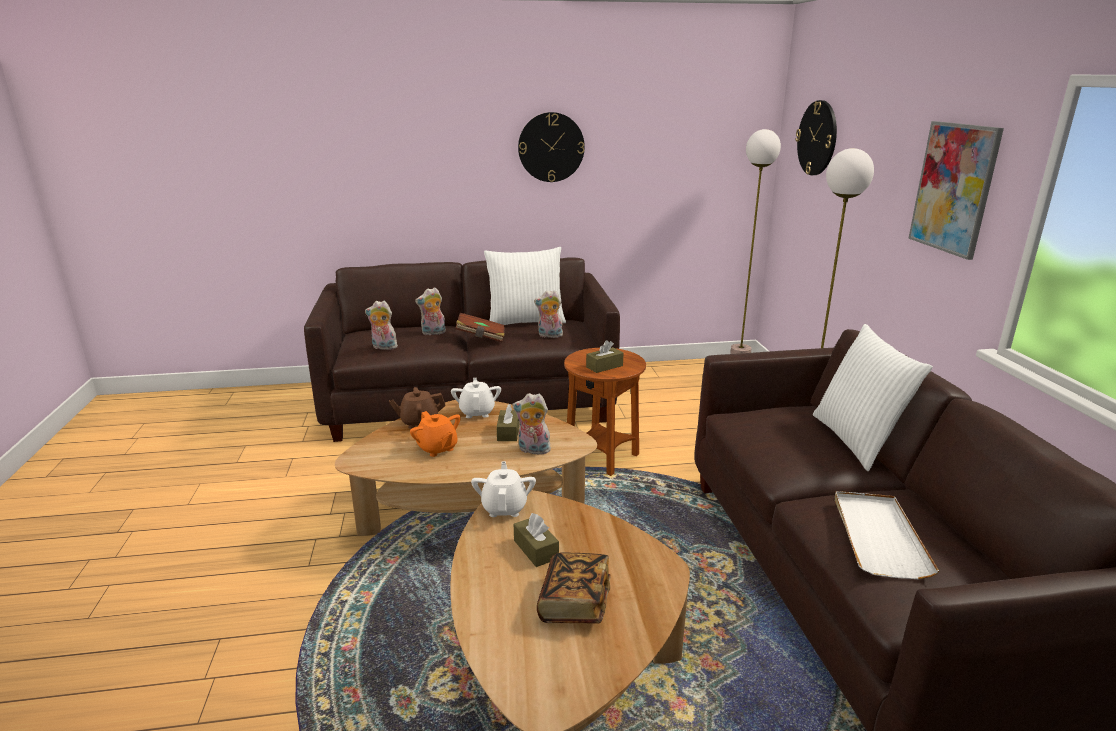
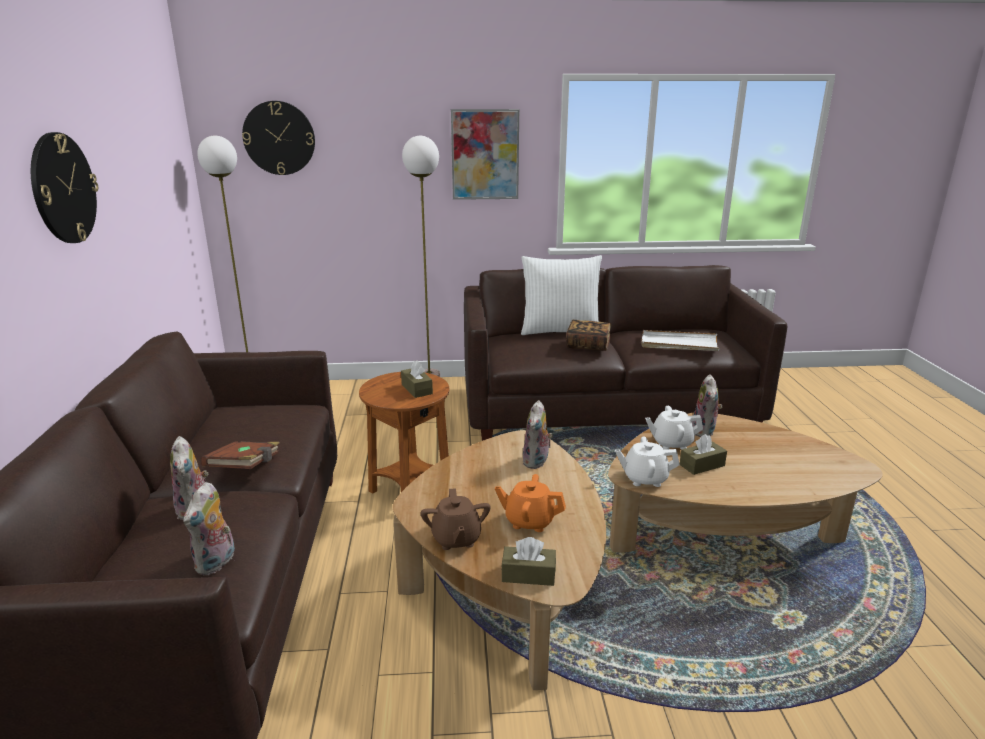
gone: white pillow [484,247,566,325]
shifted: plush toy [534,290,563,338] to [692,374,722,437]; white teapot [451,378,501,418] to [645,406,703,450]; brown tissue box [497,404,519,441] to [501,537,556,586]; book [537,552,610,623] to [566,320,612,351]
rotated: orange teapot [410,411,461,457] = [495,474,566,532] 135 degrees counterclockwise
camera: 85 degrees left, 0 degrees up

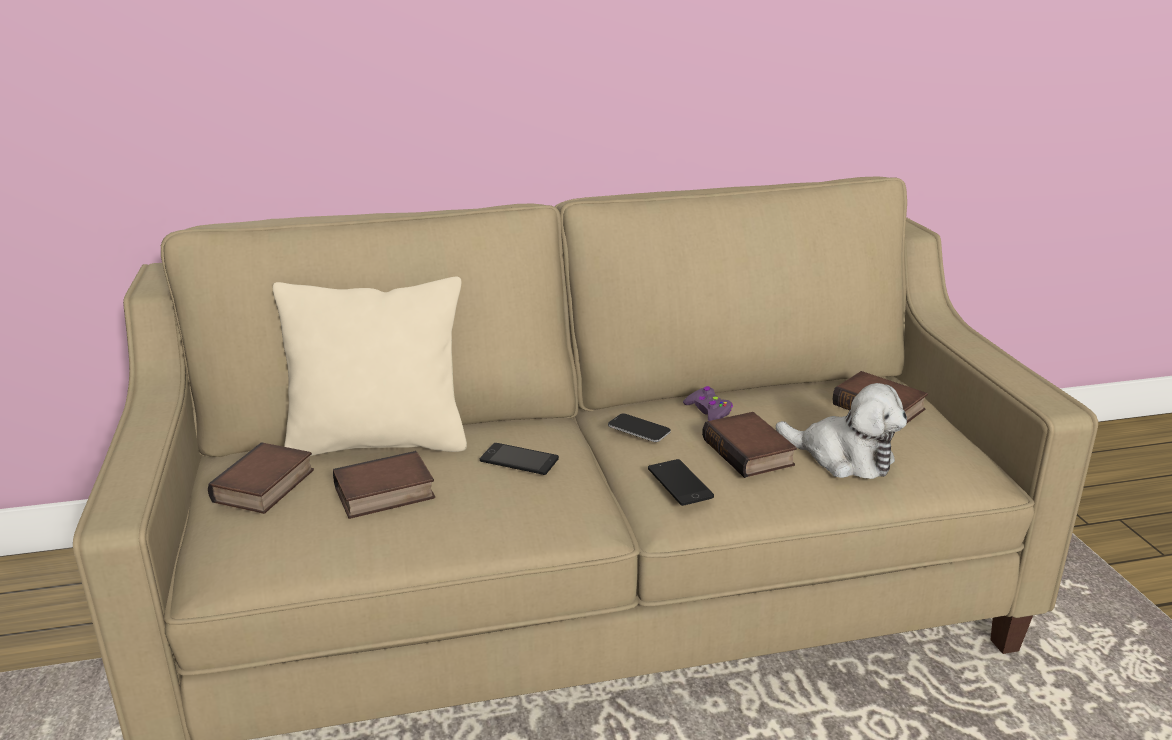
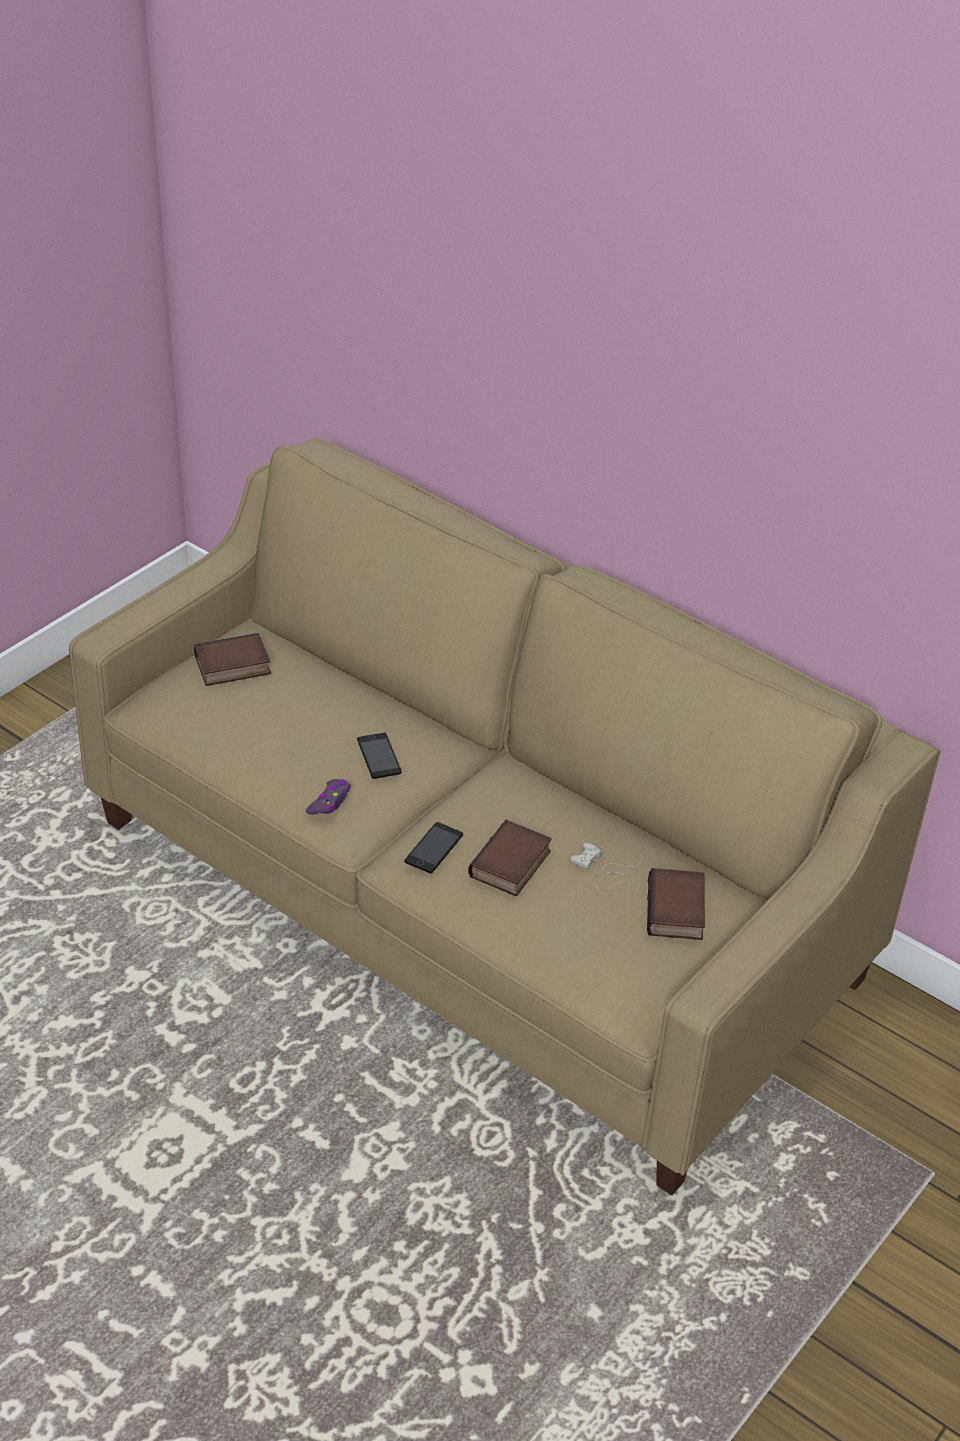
gone: beige pillow [273,277,467,456]; plush toy [776,383,907,479]; phone [608,414,671,442]; book [333,451,435,519]
new: white game controller [570,843,642,896]
shifted: purple game controller [683,386,733,421] to [306,779,351,815]
camera: 50 degrees right, 15 degrees up

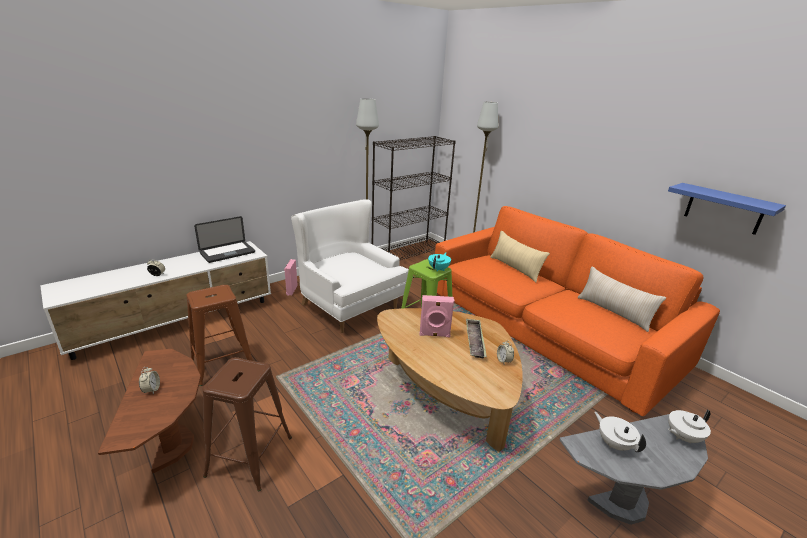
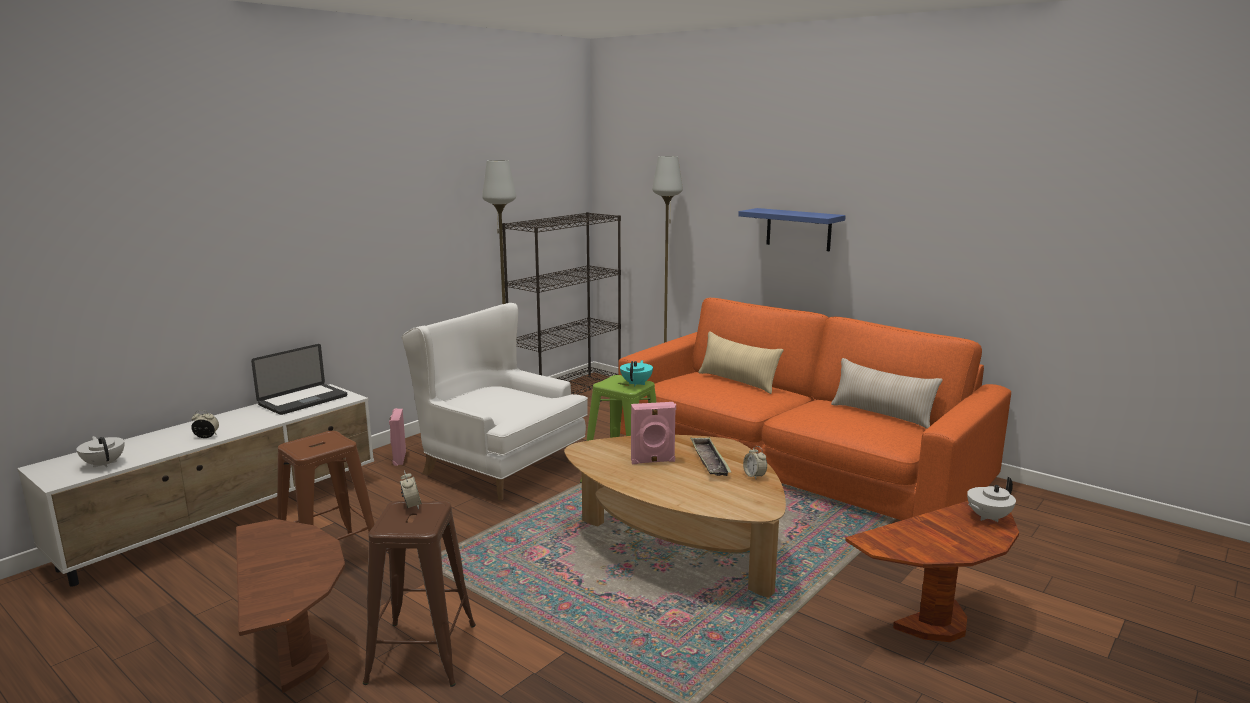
shifted: blue shelf [668,183,786,235] to [738,208,846,251]; alarm clock [139,367,160,395] to [400,470,422,510]; white teapot [595,412,646,452] to [76,436,124,468]
repainted: grey side table [559,414,708,525] to brown side table [845,501,1019,642]
camera: 10 degrees left, 10 degrees down

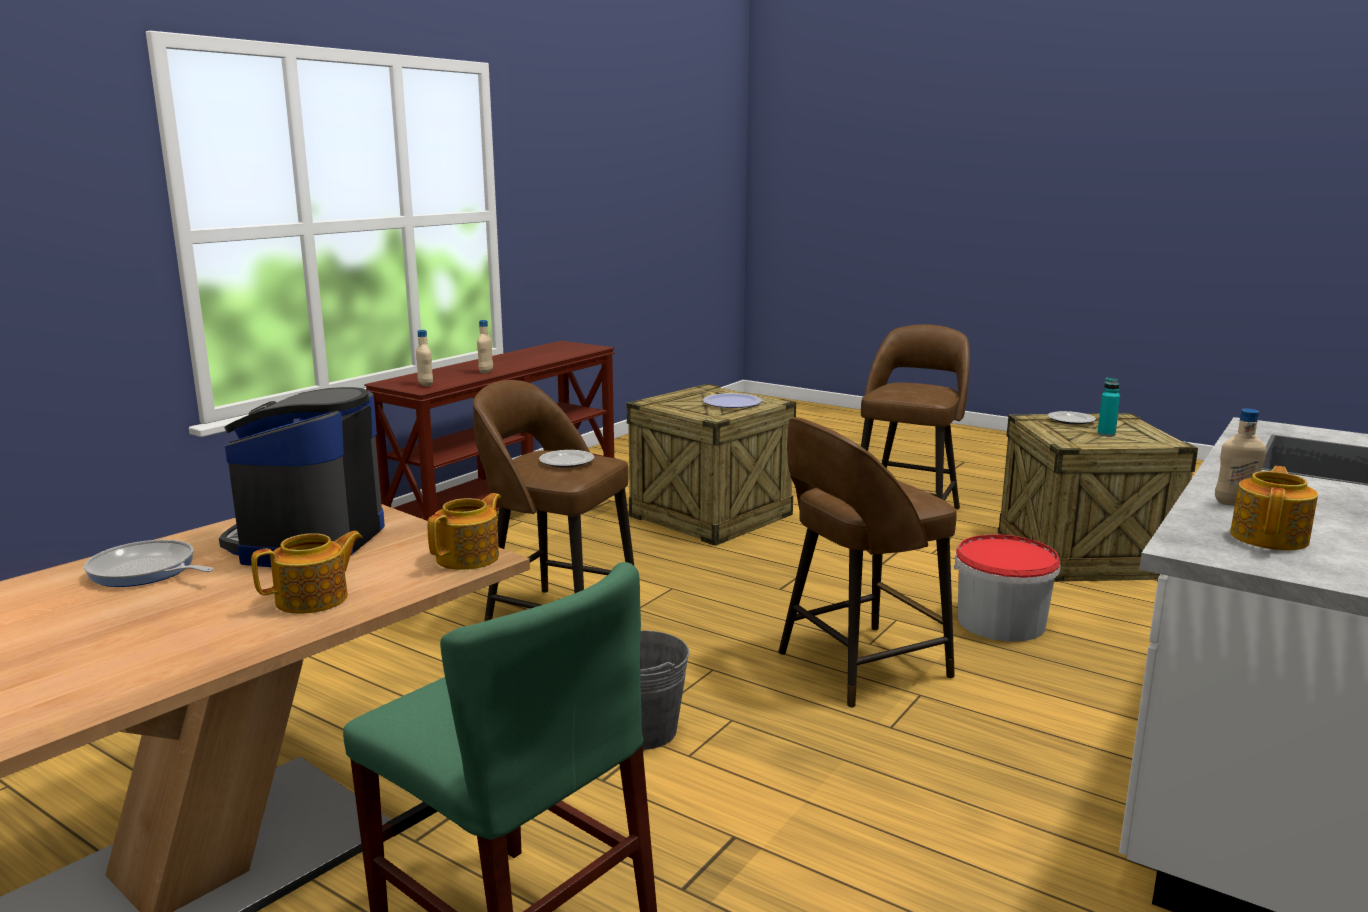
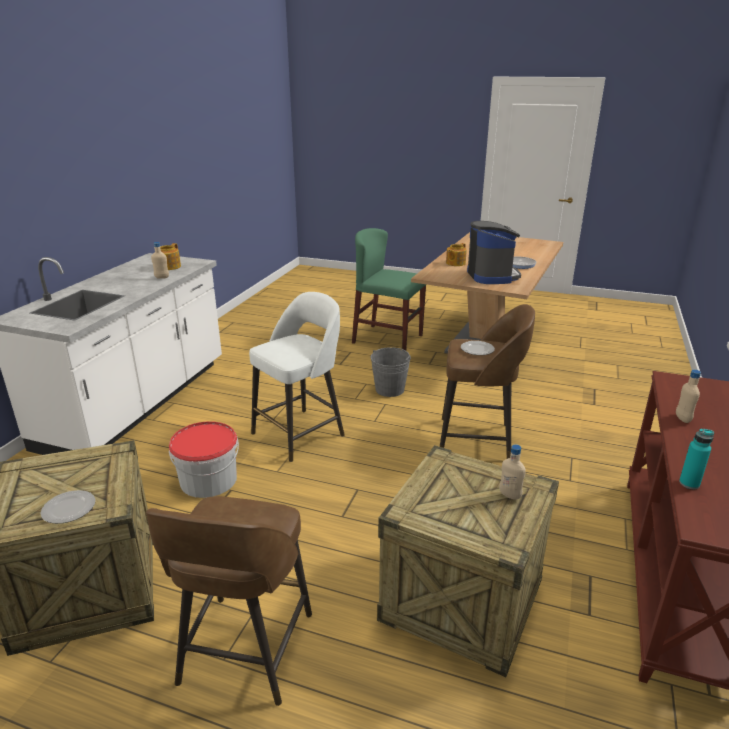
gone: plate [703,393,762,408]; teapot [427,493,501,570]
shifted: beige bottle [416,330,433,386] to [499,444,526,500]; turquoise bottle [1097,378,1120,436] to [679,429,714,489]
repainted: brown stool [778,417,957,708] to white stool [249,292,345,462]
camera: 165 degrees right, 10 degrees up

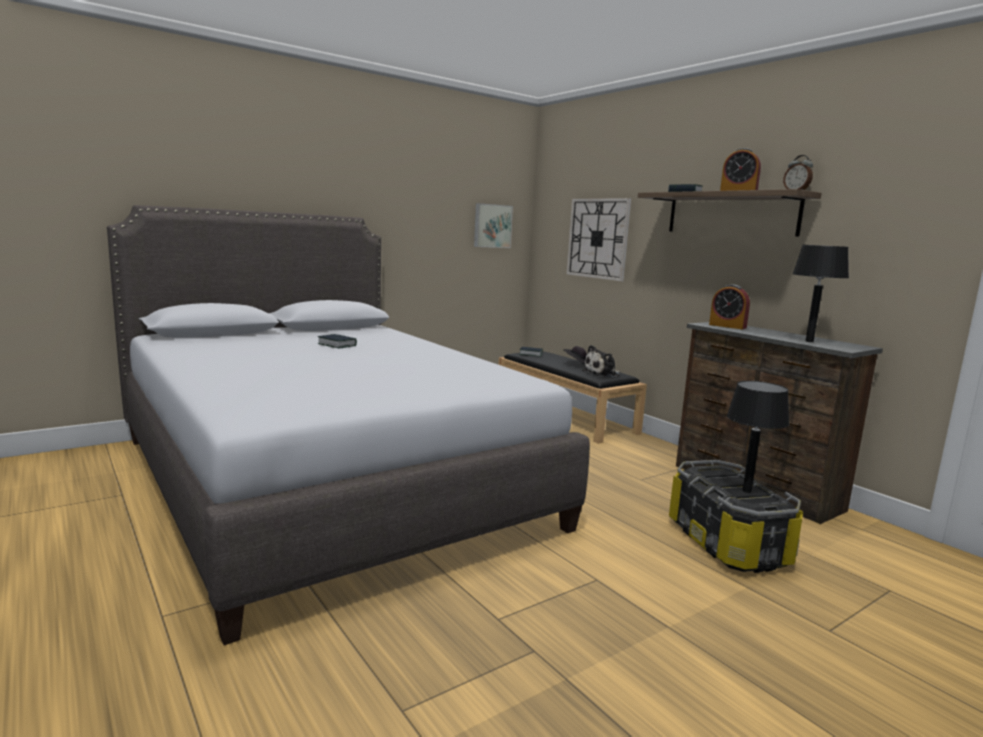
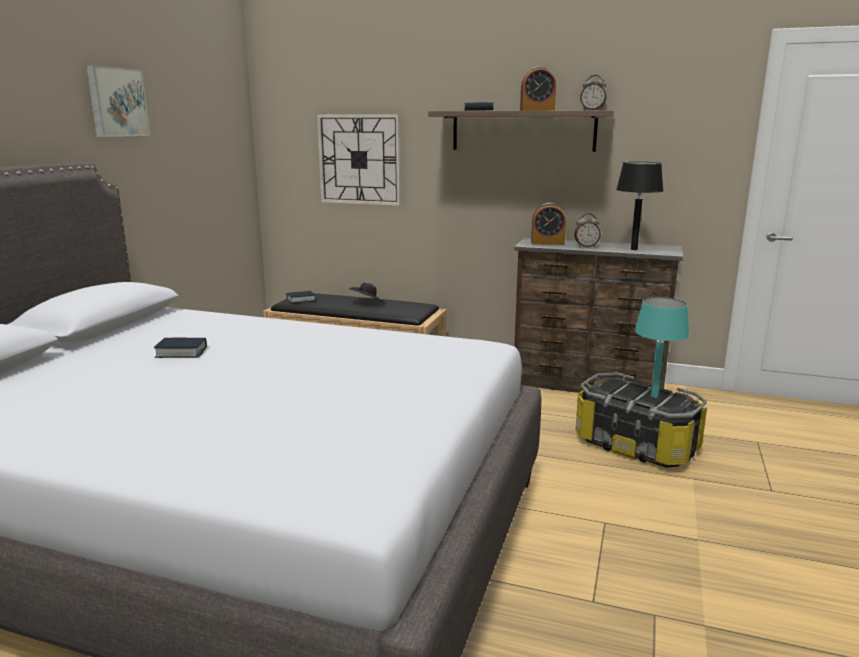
gone: plush toy [582,345,620,377]
new: alarm clock [574,213,601,247]
shifted: picture [474,203,513,248] to [86,65,150,137]
repainted: black table lamp [727,381,790,493] to turquoise table lamp [634,297,689,398]
camera: 35 degrees left, 5 degrees up

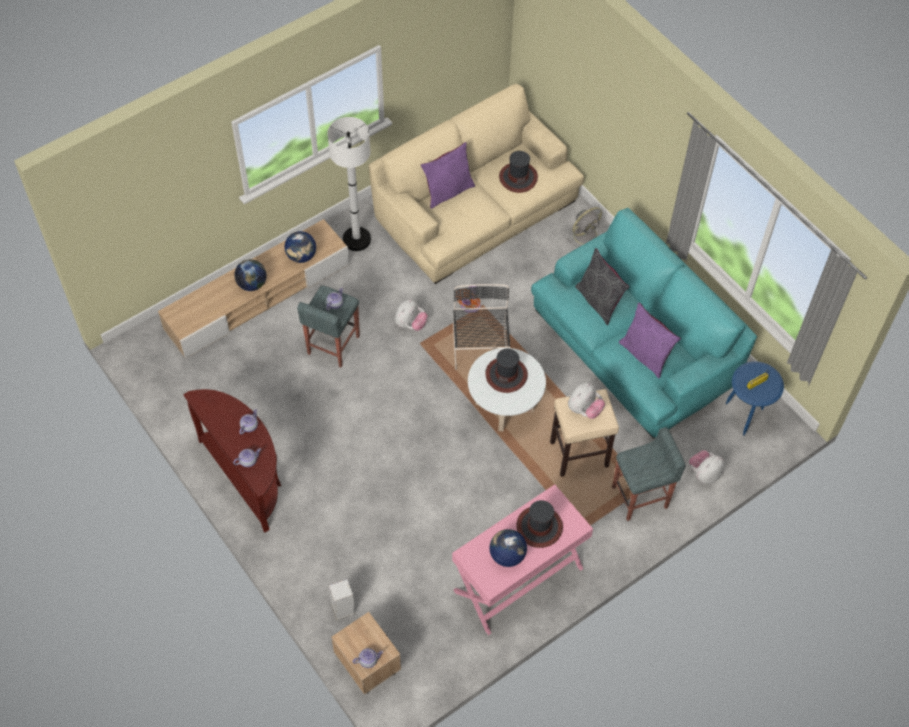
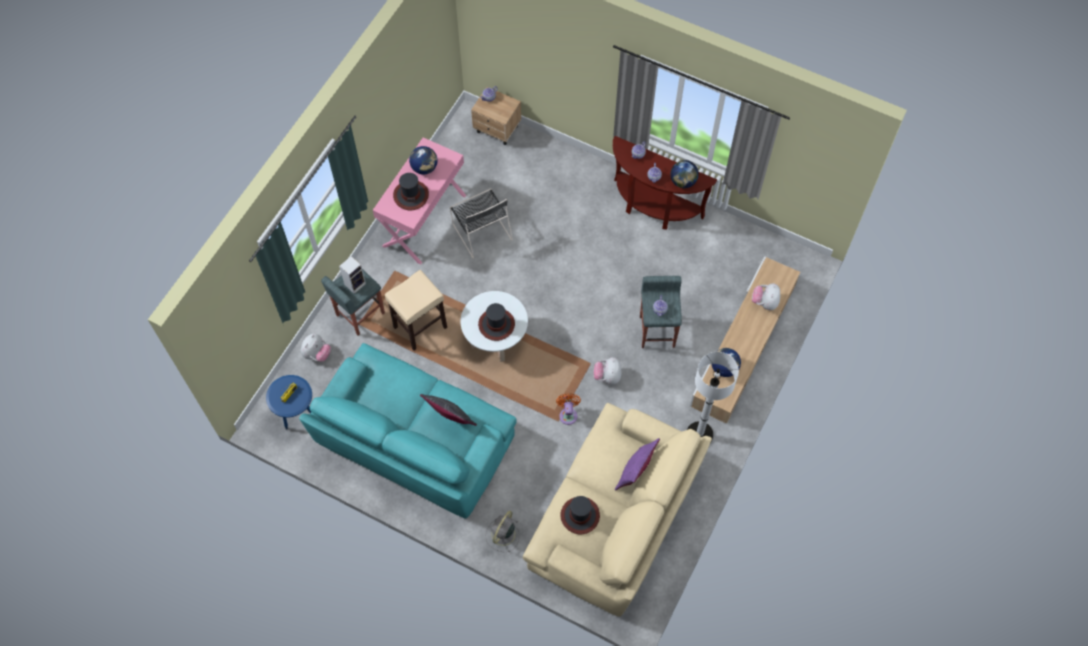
gone: purple pillow [619,302,681,379]
shifted: globe [234,259,267,291] to [670,160,699,188]; black chair [453,284,511,370] to [450,189,513,259]; plush toy [568,383,605,419] to [752,283,780,310]; speaker [329,579,355,620] to [339,256,366,294]
camera: 155 degrees right, 5 degrees up

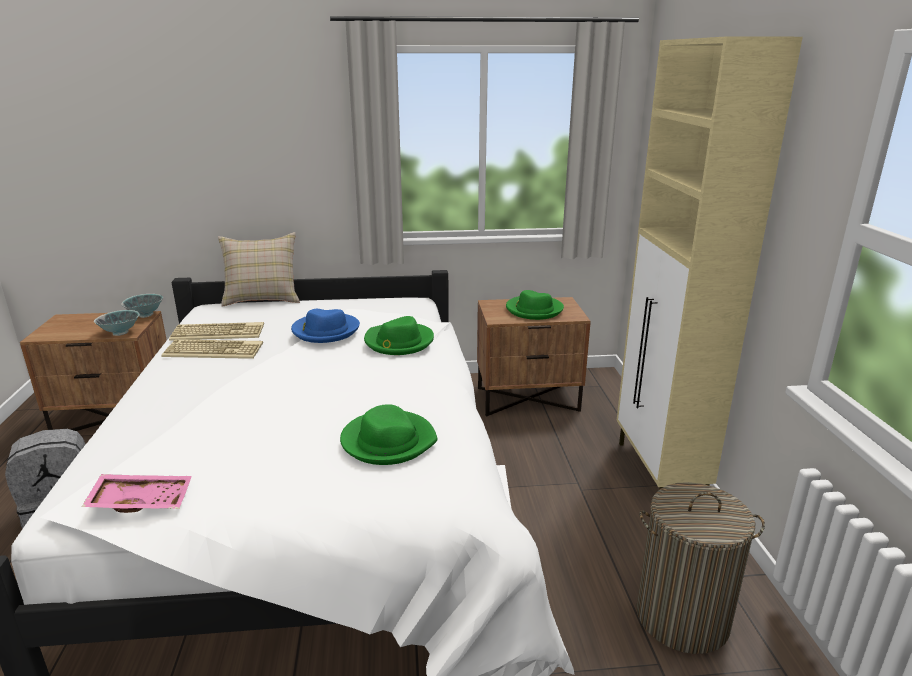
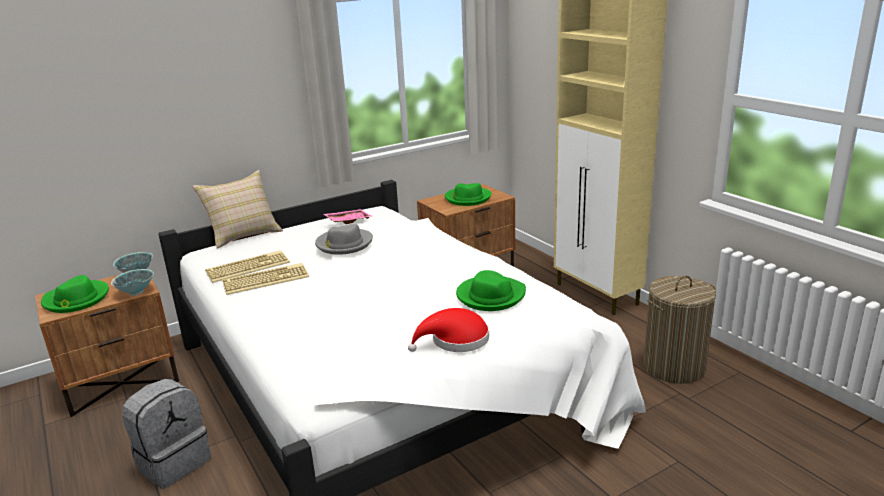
new: red hat [408,308,489,352]
shifted: green hat [364,316,434,355] to [41,275,109,313]; pink tray [82,474,192,513] to [324,209,373,224]
repainted: blue hat [291,309,360,343] to grey hat [315,224,373,255]
camera: 25 degrees left, 0 degrees up

